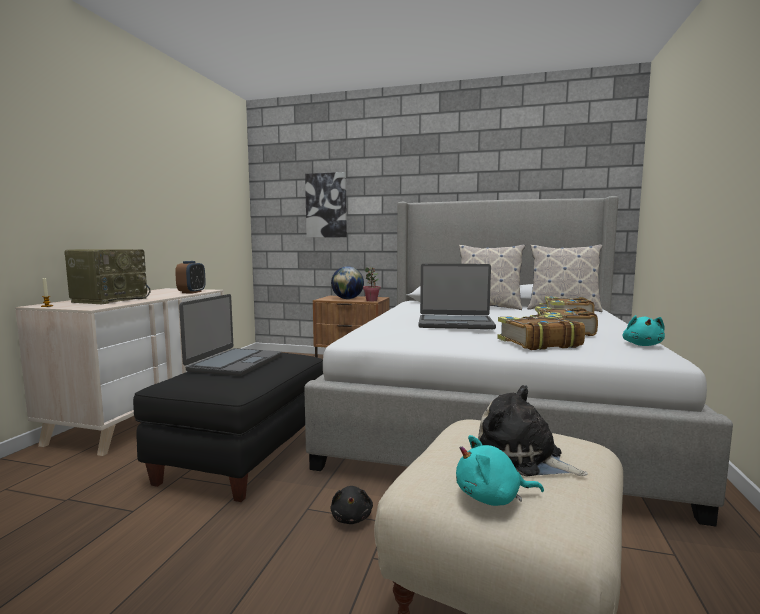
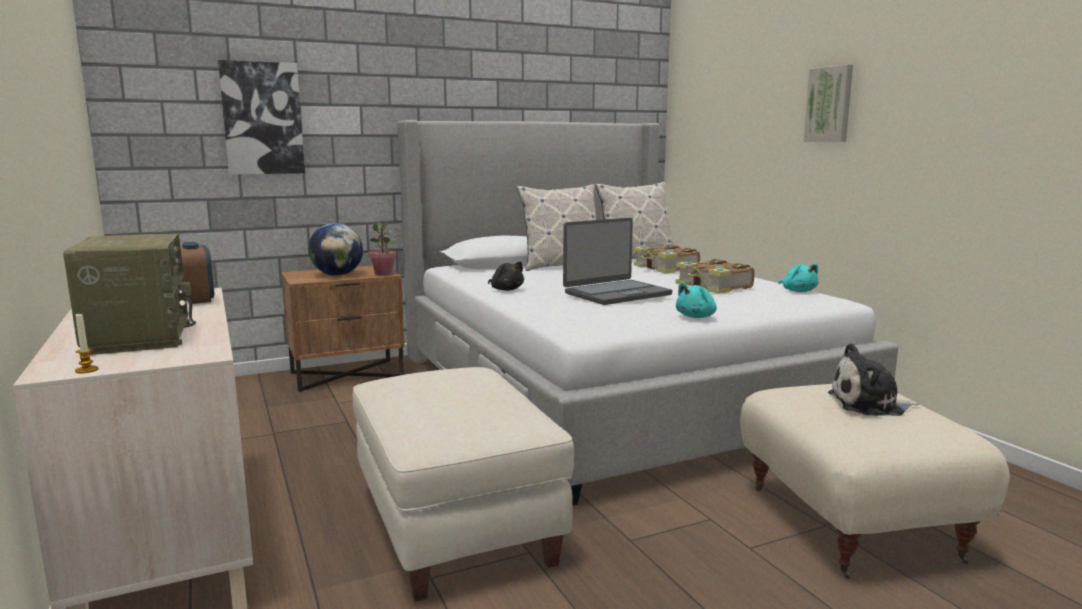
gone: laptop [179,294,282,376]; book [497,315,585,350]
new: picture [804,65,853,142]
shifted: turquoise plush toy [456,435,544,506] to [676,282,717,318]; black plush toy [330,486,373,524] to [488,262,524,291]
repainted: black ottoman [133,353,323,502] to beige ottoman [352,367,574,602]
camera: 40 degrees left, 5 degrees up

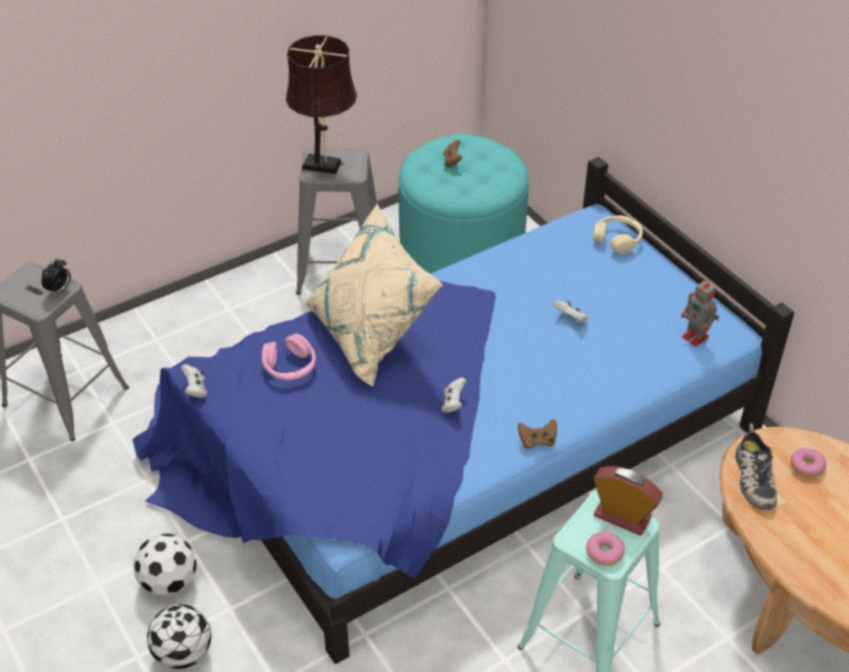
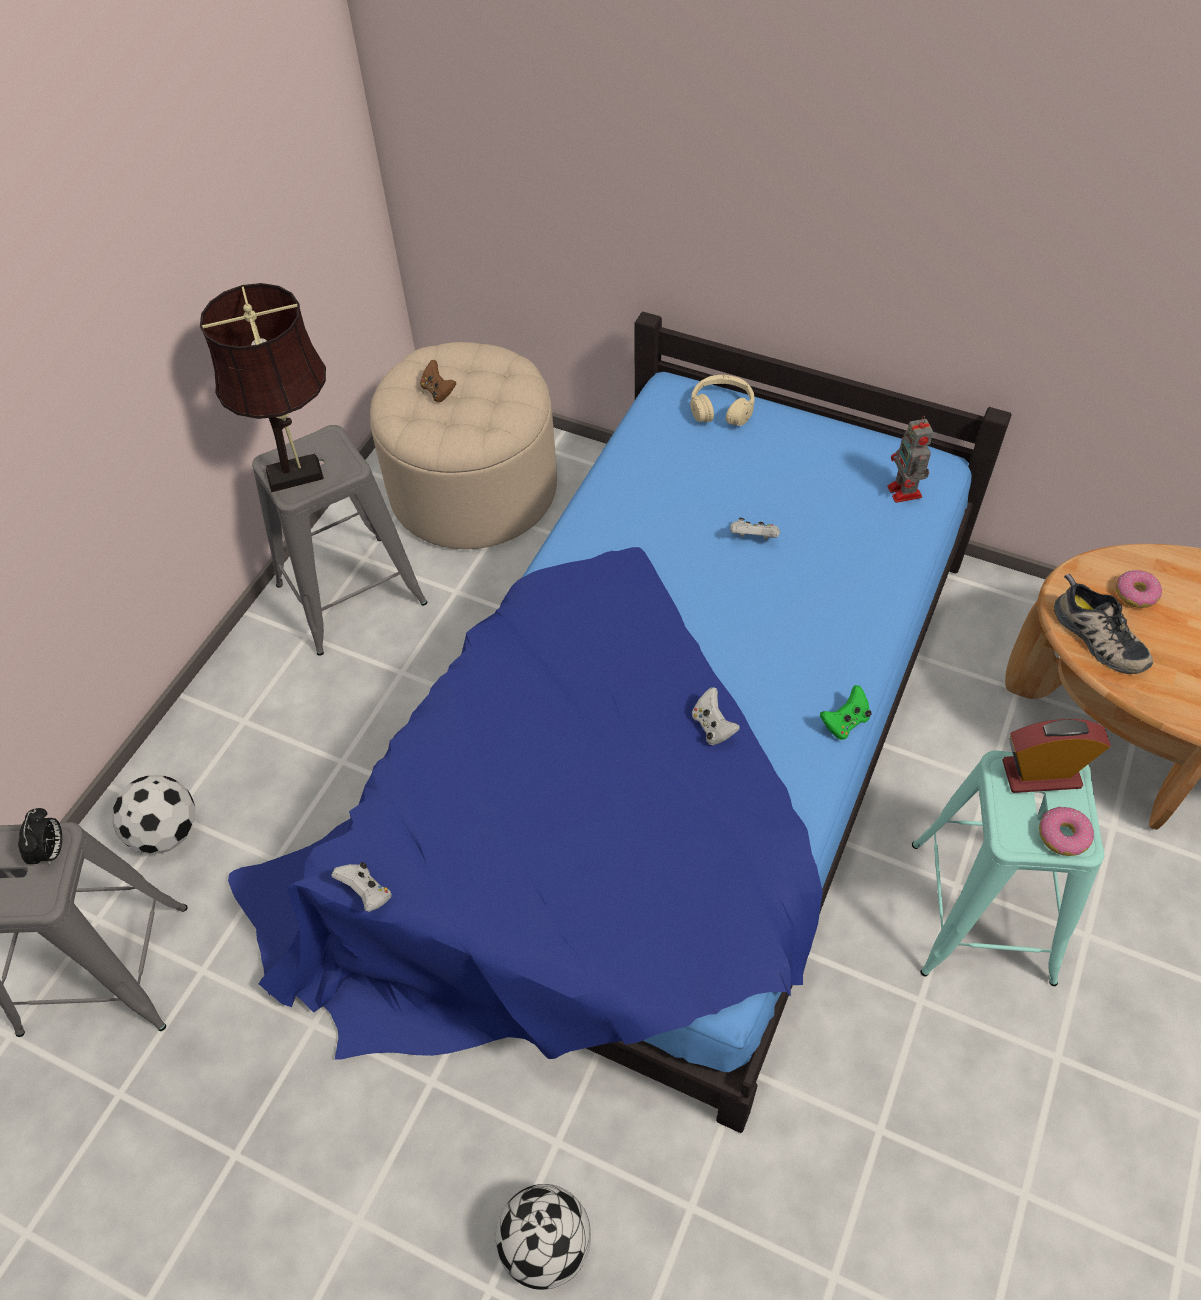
gone: beige pillow [307,204,443,387]; pink headphones [262,334,316,380]
shifted: football [133,533,197,596] to [112,775,196,854]
repainted: turquoise ottoman [398,133,529,274] to beige ottoman [370,342,557,549]; brown game controller [518,419,557,449] to green game controller [820,685,872,740]
rotated: toy robot [681,279,719,347] = [887,416,933,503] 60 degrees clockwise
camera: 30 degrees left, 10 degrees up

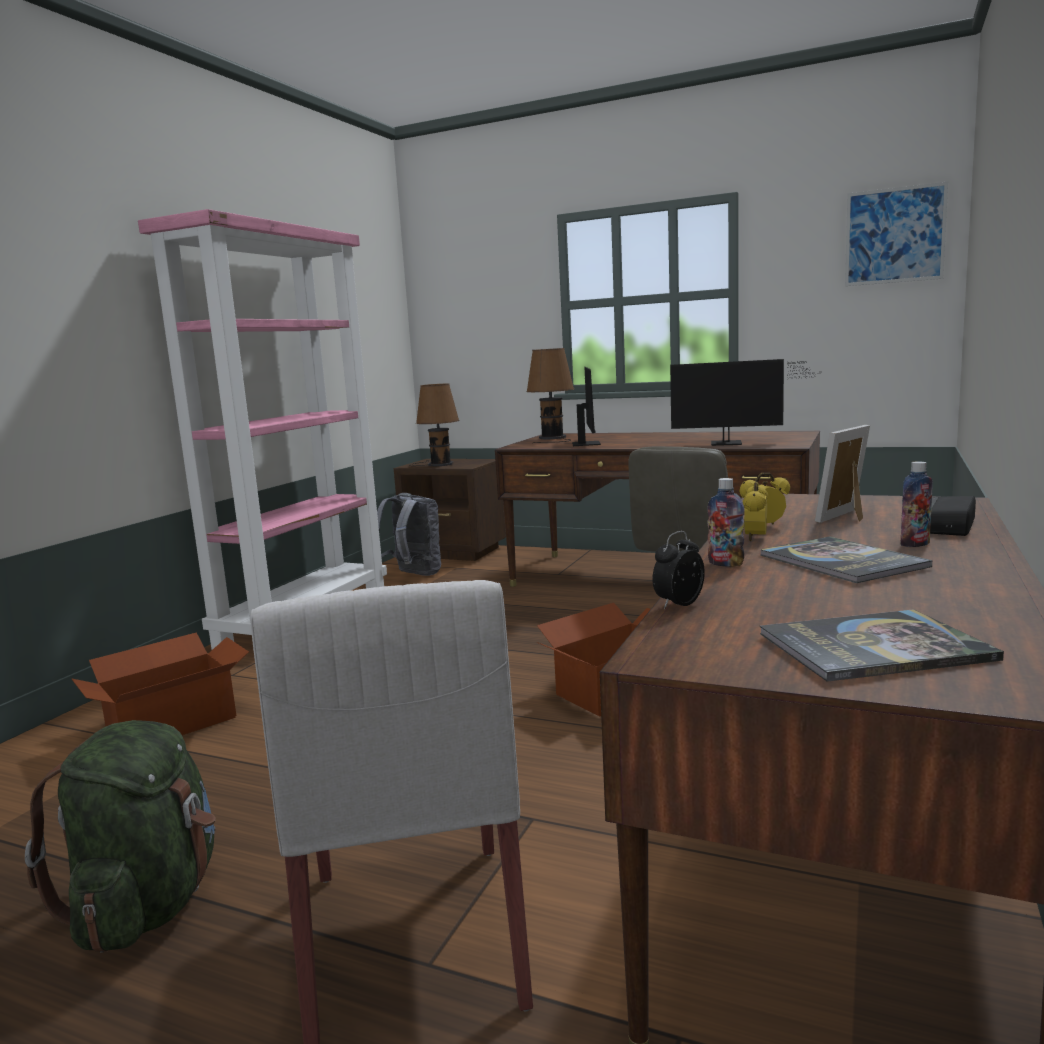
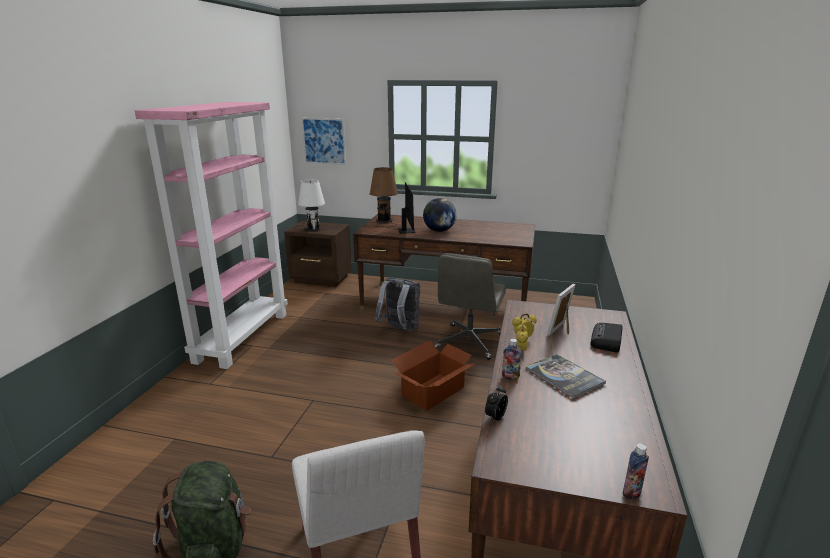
gone: monitor [670,359,820,446]; book [760,609,1004,682]; cardboard box [71,632,249,735]
new: globe [423,198,457,232]
shifted: picture [845,182,948,286] to [302,118,346,165]; bottle [900,461,933,547] to [622,443,649,499]; grey backpack [377,493,441,576] to [375,278,420,332]
repainted: brown table lamp [409,384,460,466] to white table lamp [293,179,325,231]
camera: 10 degrees left, 10 degrees up

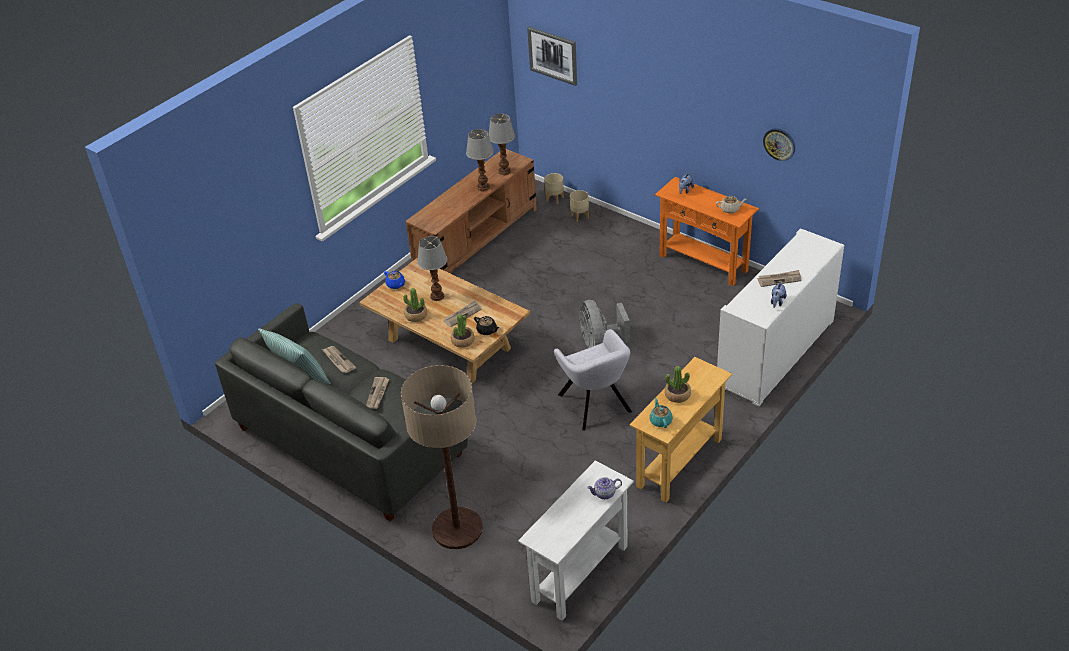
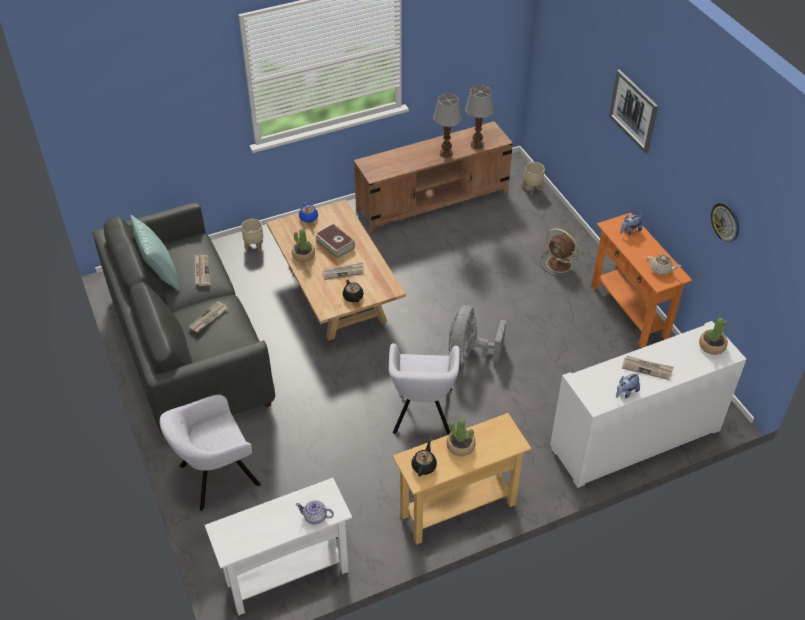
new: brown fan [540,228,580,278]
shifted: picture [527,27,577,86] to [609,69,658,154]; beige planter [570,190,589,222] to [241,219,263,252]; potted plant [451,314,475,348] to [699,318,728,355]
swapped: table lamp [417,236,448,301] to book [314,223,355,259]; floor lamp [401,365,483,549] to grey armchair [160,395,261,511]
repainted: turquoise teapot [649,398,673,428] to black teapot [411,440,437,477]
camera: 25 degrees right, 5 degrees up

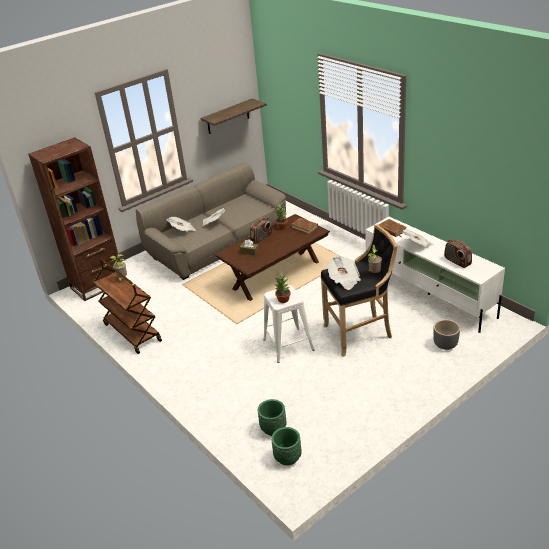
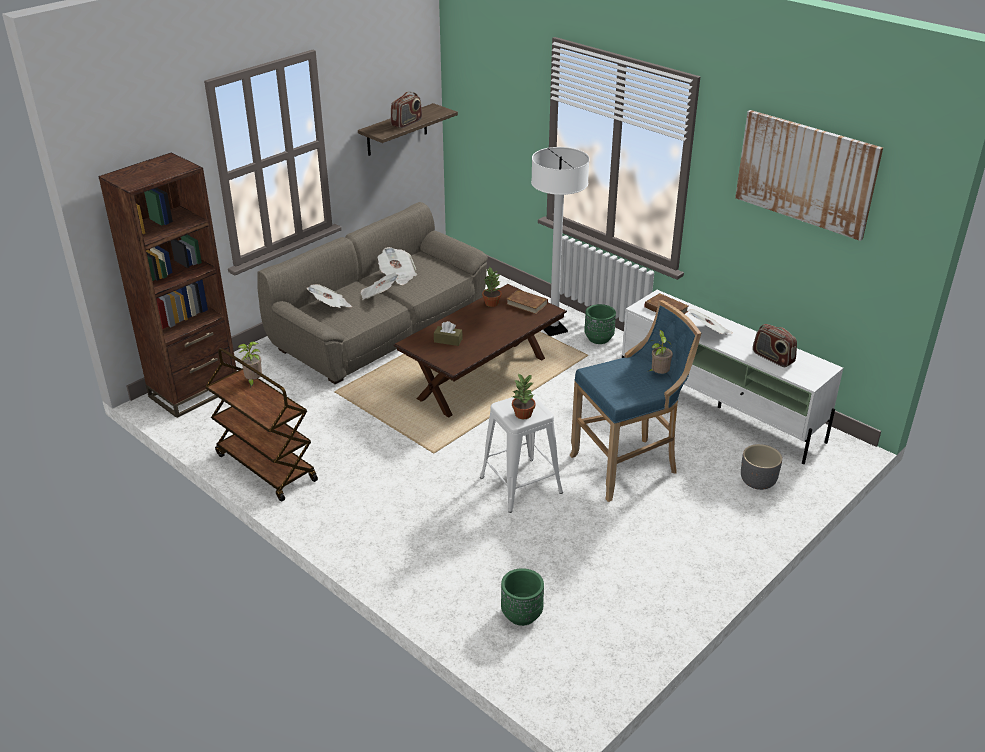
new: picture [735,110,883,241]; white floor lamp [531,147,590,336]
shifted: radio [250,217,273,243] to [391,92,422,129]; newspaper [327,256,361,290] to [377,247,417,285]; green planter [271,427,302,466] to [584,304,616,344]
repainted: black stool [321,225,398,357] to blue stool [570,300,701,502]
camera: 10 degrees left, 0 degrees up

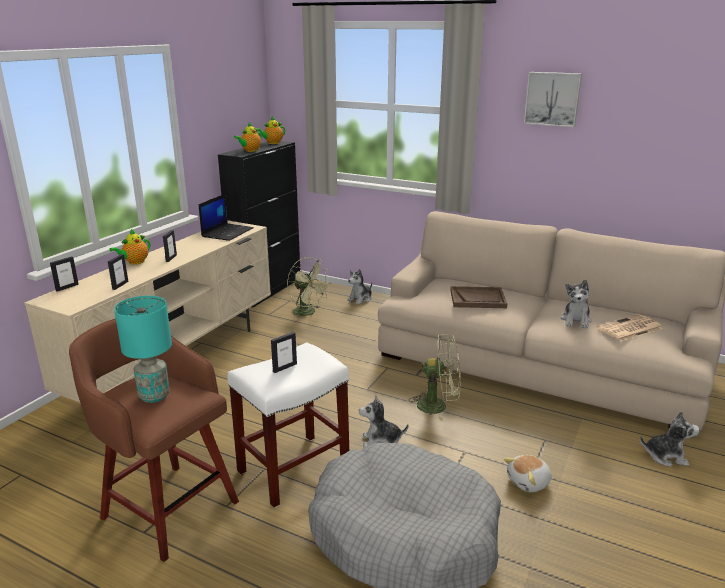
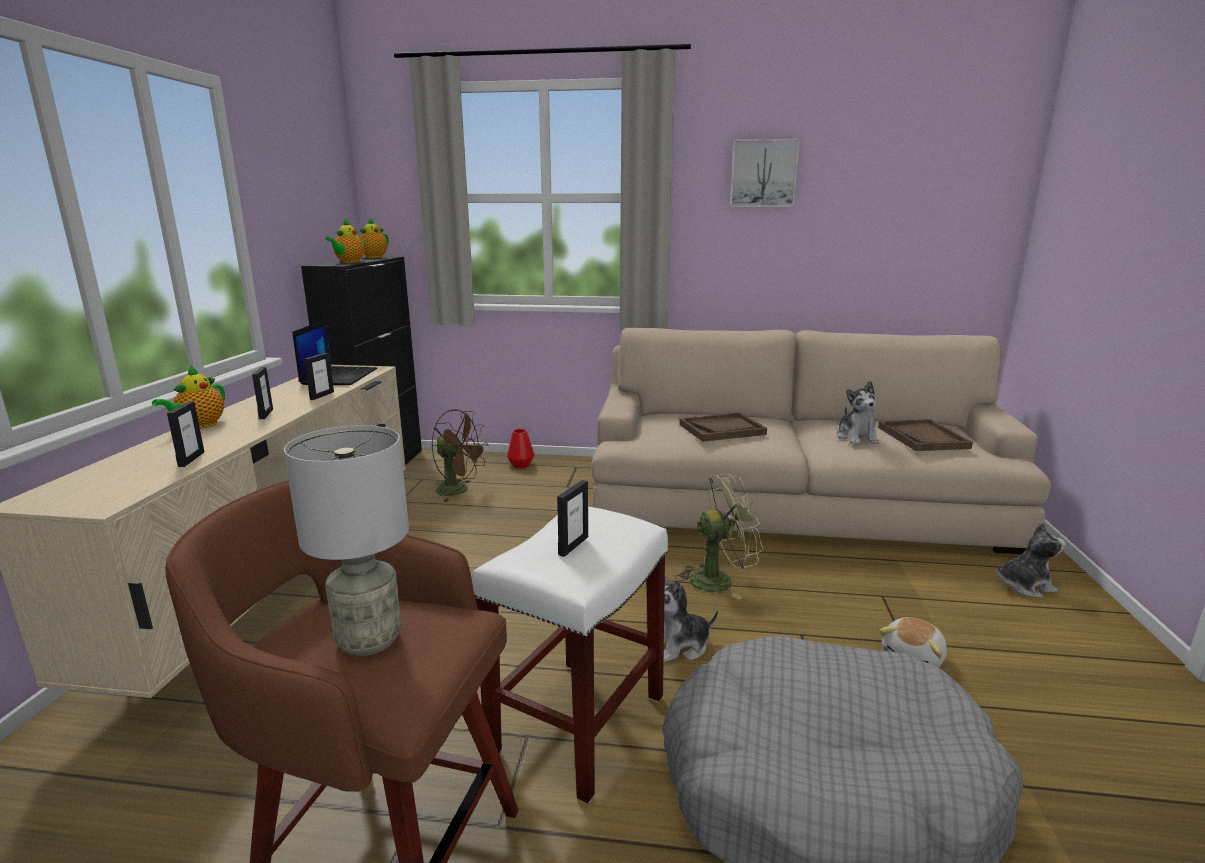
shifted: picture frame [50,256,79,292] to [304,353,334,400]
swapped: plush toy [347,269,372,305] to red vase [507,429,534,468]; newspaper [597,314,663,341] to brown tray [878,419,973,451]
repainted: green fan [287,257,331,320] to brown fan [431,409,488,502]; turquoise table lamp [114,296,172,403] to grey table lamp [284,425,409,656]
camera: 20 degrees left, 5 degrees down

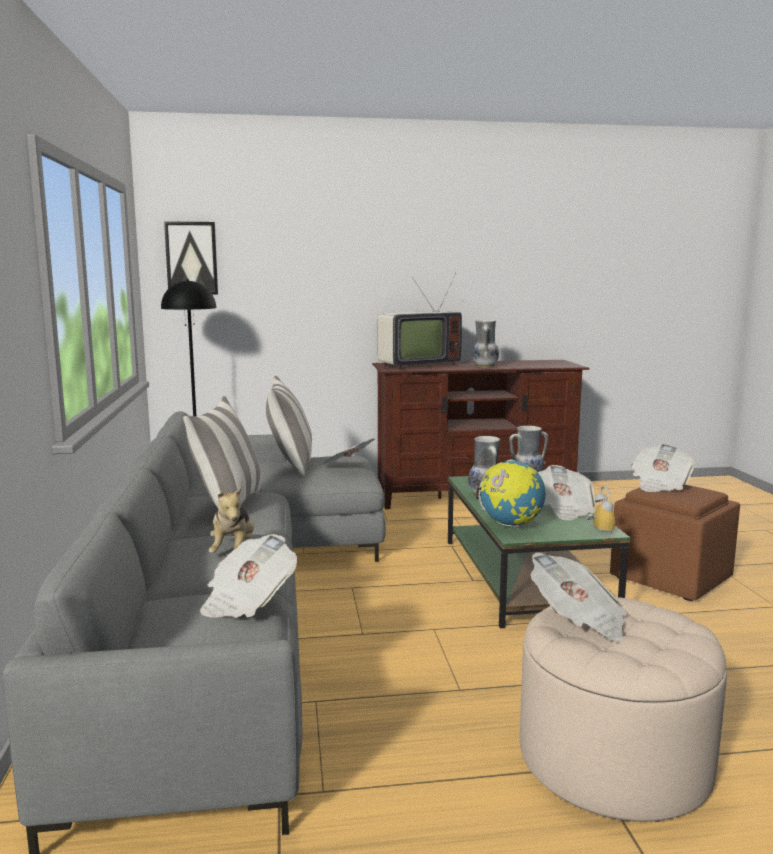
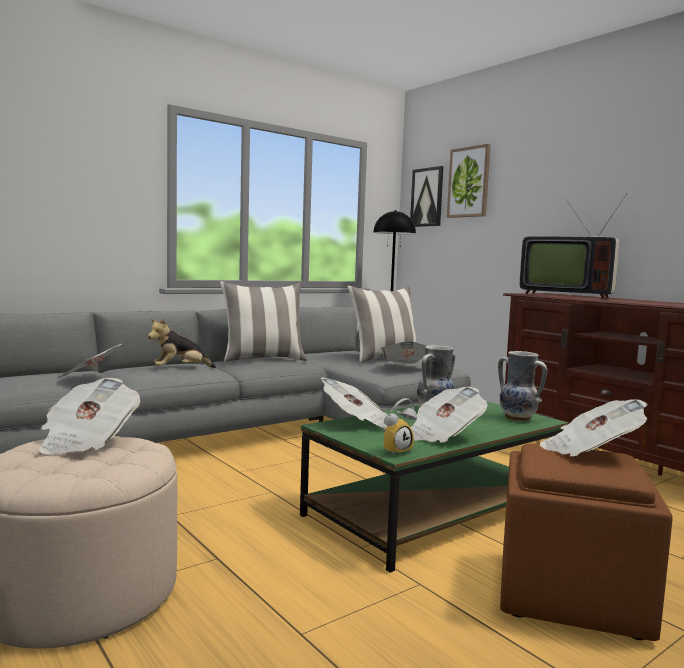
gone: vase [473,320,499,368]
new: picture [447,144,491,218]
swapped: globe [476,459,546,527] to newspaper [321,377,388,428]
camera: 60 degrees right, 5 degrees down

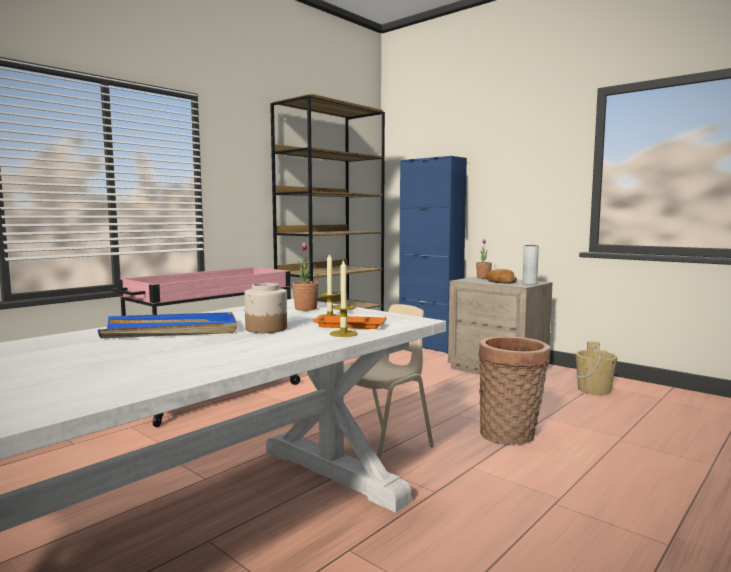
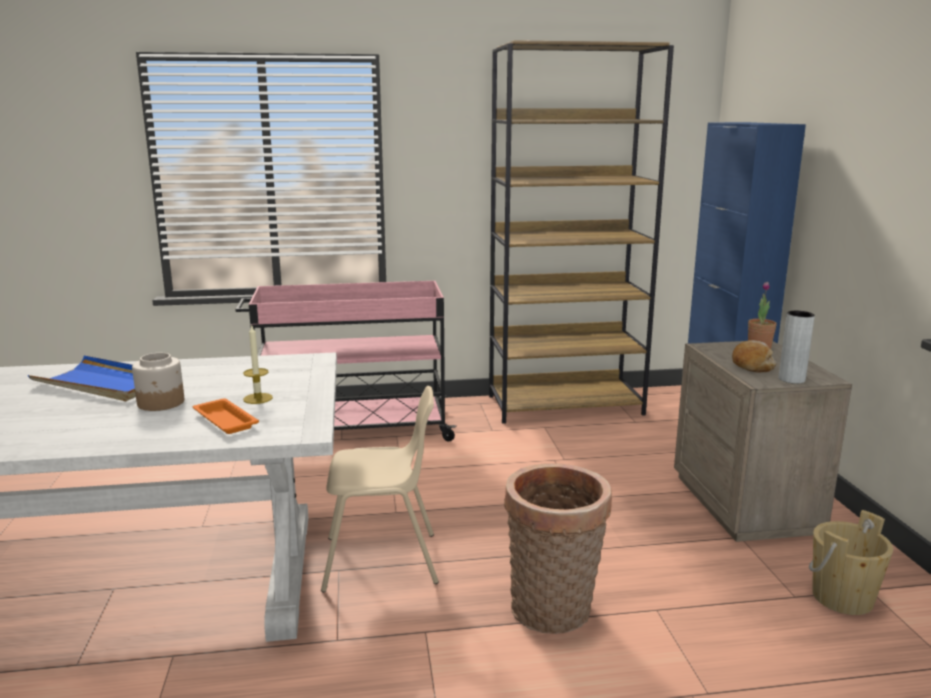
gone: potted plant [292,242,319,311]; candle [330,258,358,337]
camera: 40 degrees right, 10 degrees up

